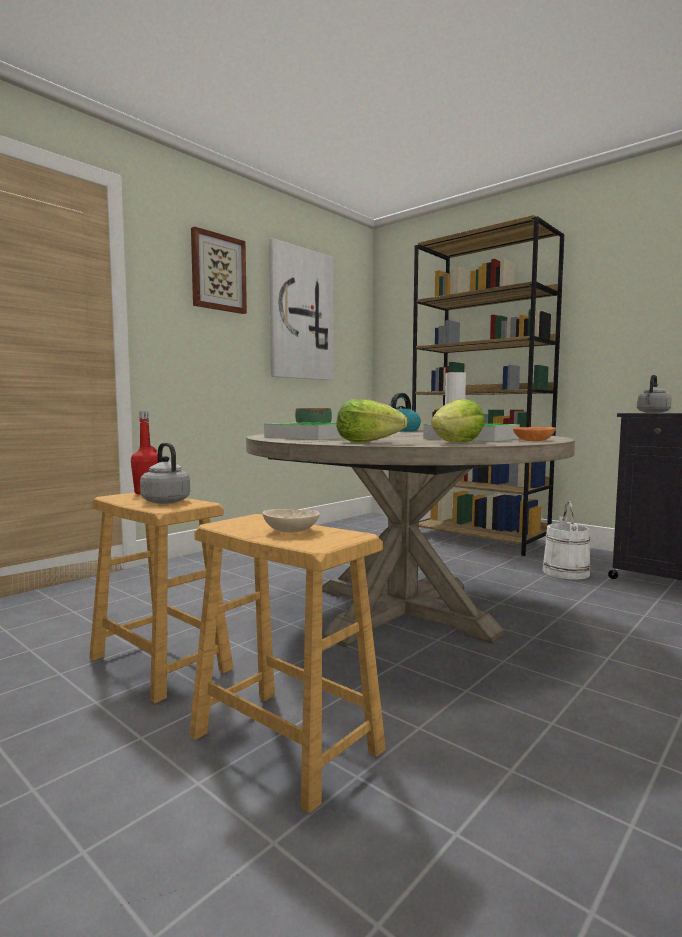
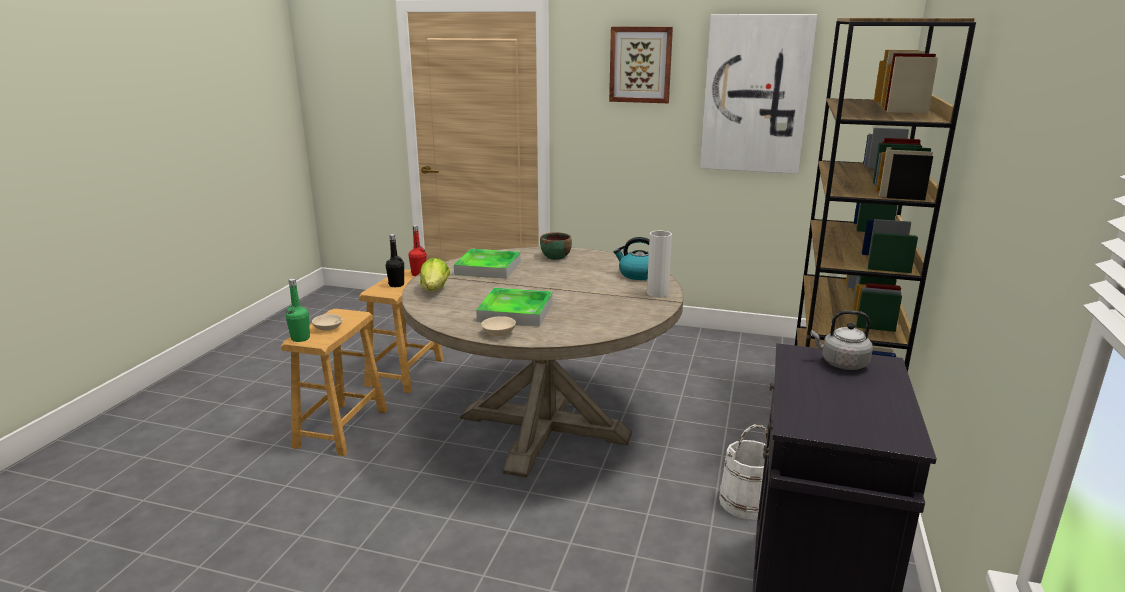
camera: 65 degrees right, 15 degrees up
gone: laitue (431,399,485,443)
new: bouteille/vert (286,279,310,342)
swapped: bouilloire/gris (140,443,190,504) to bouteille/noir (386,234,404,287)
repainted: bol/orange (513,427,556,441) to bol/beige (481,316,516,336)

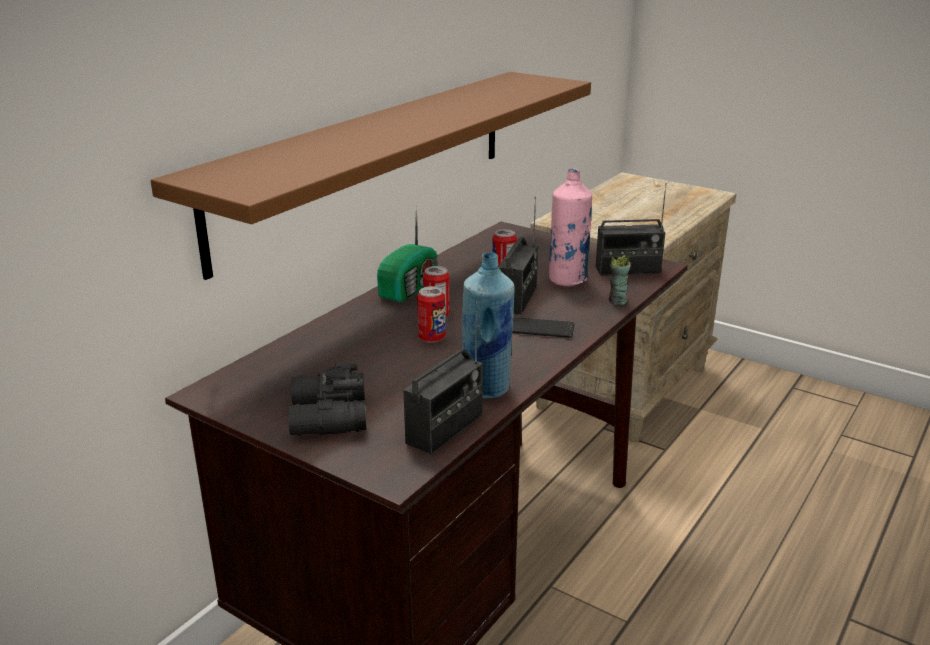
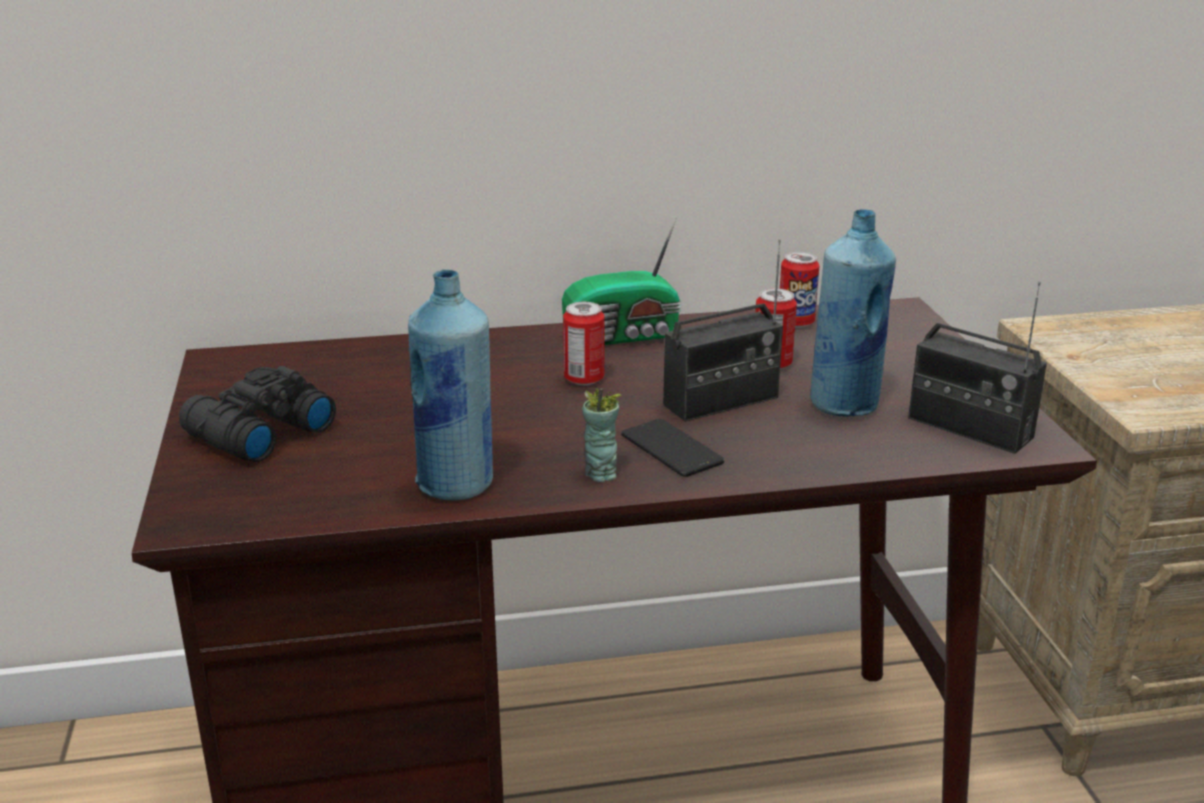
camera: 45 degrees right, 0 degrees up
gone: étagère/marron (151,72,591,280); radio (403,301,483,455)
shifted: boîte métallique (417,286,446,343) to (780,252,820,328); tasse (609,252,631,305) to (582,388,621,482)
repainted: bouteille/rose (549,168,592,287) to bouteille/bleu (810,209,896,416)

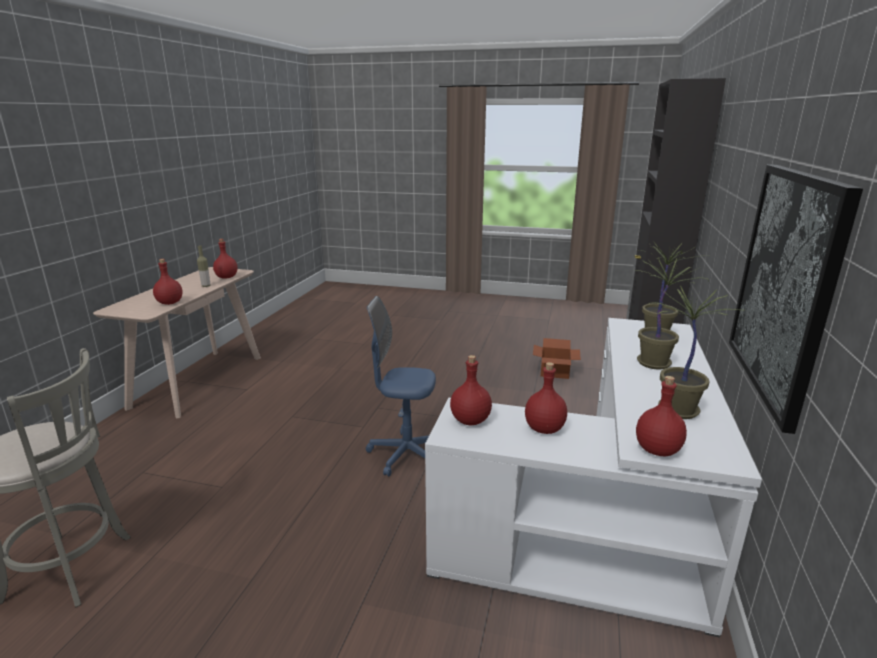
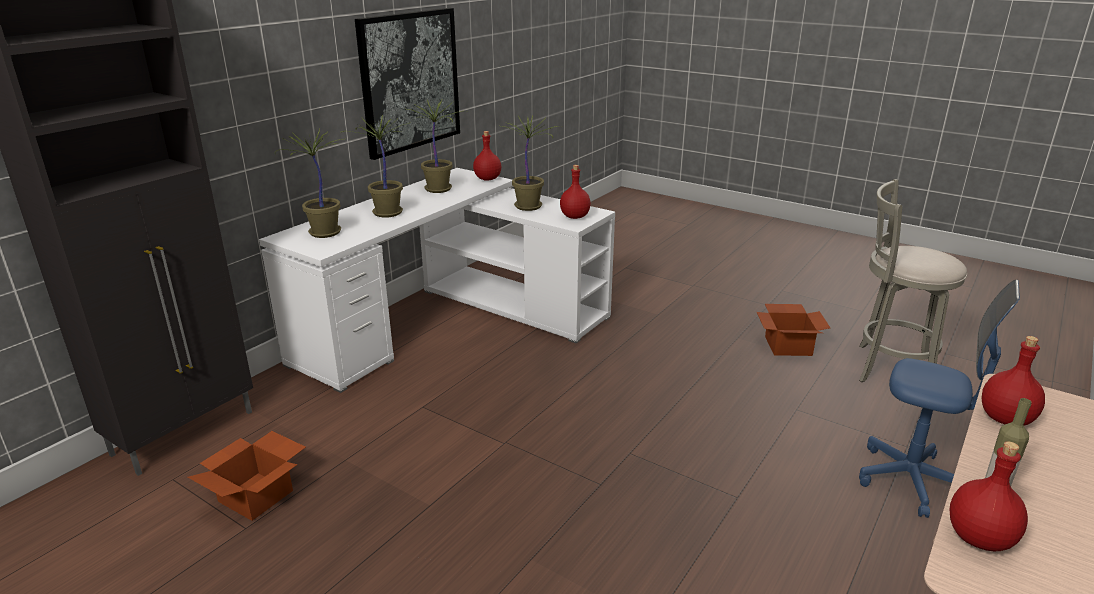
camera: 160 degrees left, 5 degrees up
new: carton (757,304,830,356)
shifted: chaise de bureau/bleu (366,296,436,476) to (859,280,1020,518)
swapped: bouteille/rouge (525,362,567,434) to plante en pot (501,115,557,211)

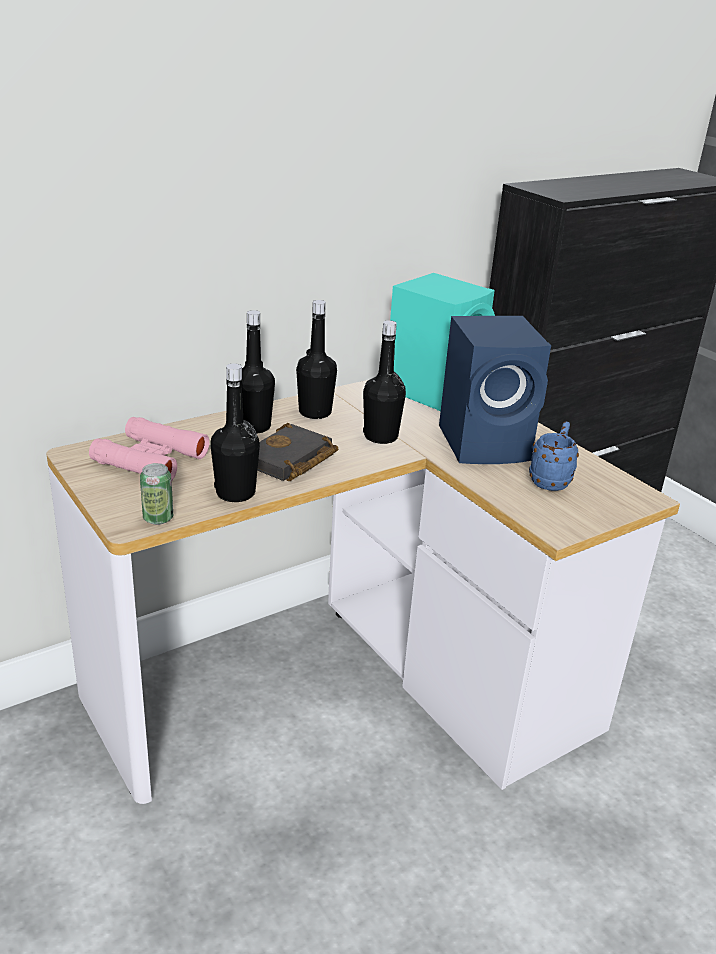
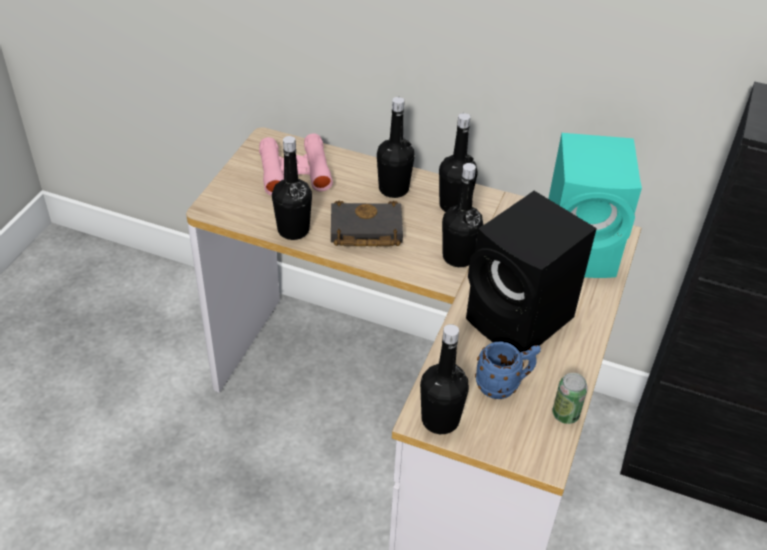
camera: 55 degrees right, 15 degrees up
new: bouteille/noir (420,324,469,434)
shifted: boîte métallique (140,463,173,525) to (552,373,588,424)
repainted: enceinte/bleu (439,316,551,464) to enceinte/noir (466,191,597,352)

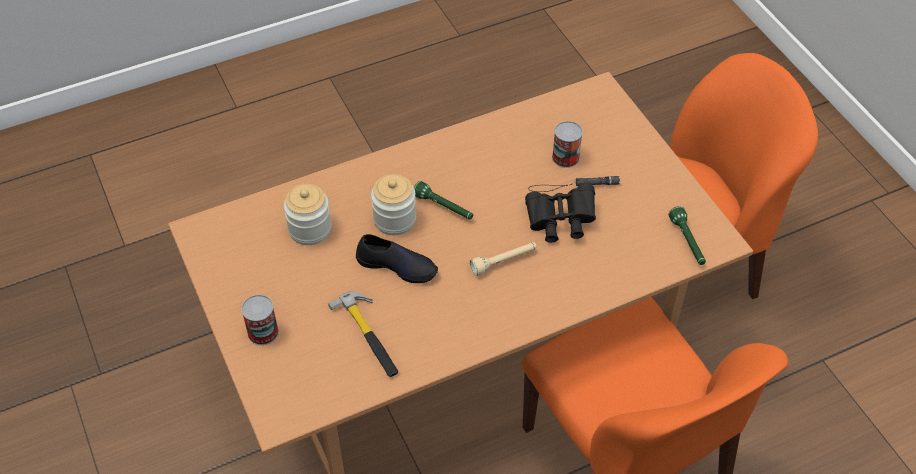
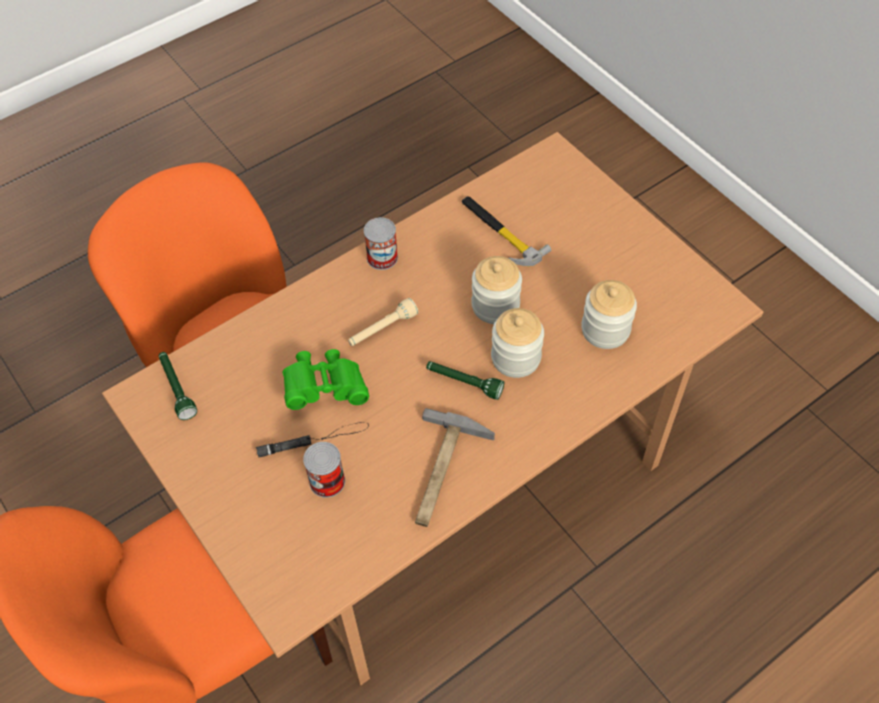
camera: 170 degrees right, 5 degrees up
new: marteau (415,408,495,527)
shifted: boîte métallique (241,295,279,345) to (364,217,398,270)
swapped: chaussure/noir (356,234,438,283) to bocal (471,256,522,324)
repainted: jumelles/noir (525,183,596,243) to jumelles/vert (283,349,369,410)

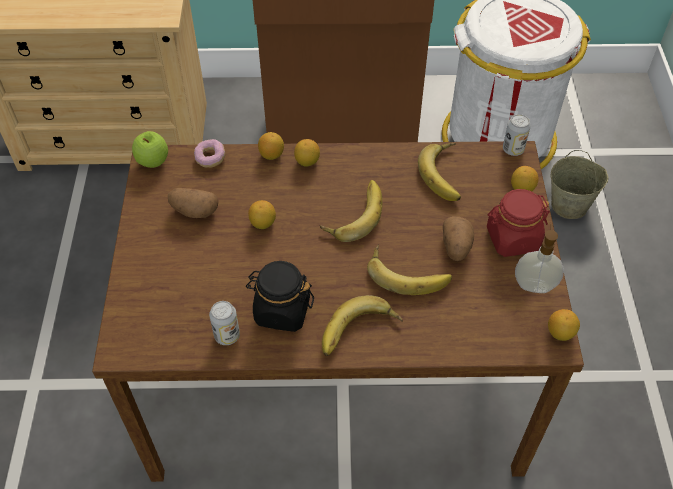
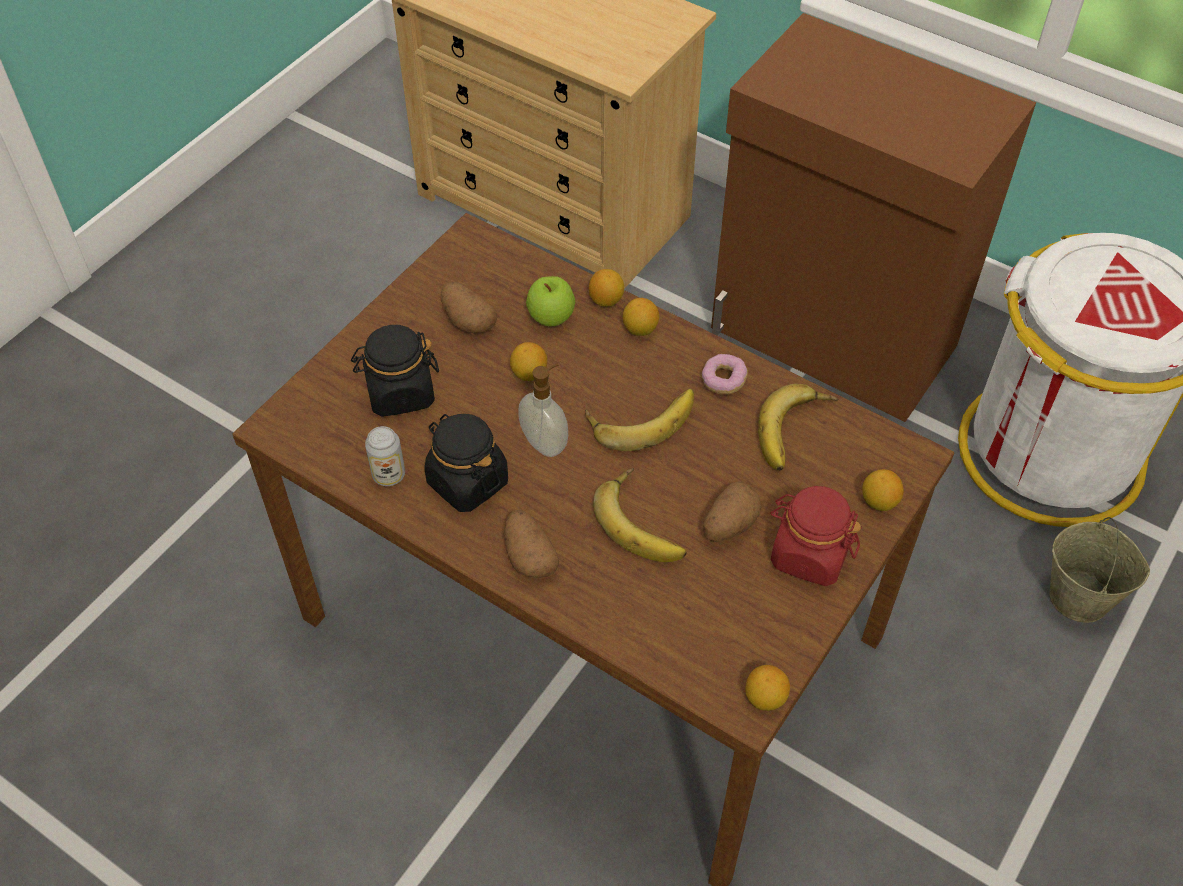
camera: 35 degrees right, 0 degrees up
gone: boîte métallique (503,114,531,156)
new: bocal/noir (351,325,439,417)
shifted: pomme (132,131,168,168) to (526,276,575,326); beignet (194,139,225,168) to (702,354,748,395); distributeur de savon (515,224,564,293) to (518,364,568,457)
swapped: banane (322,295,403,356) to pomme de terre (504,510,559,578)

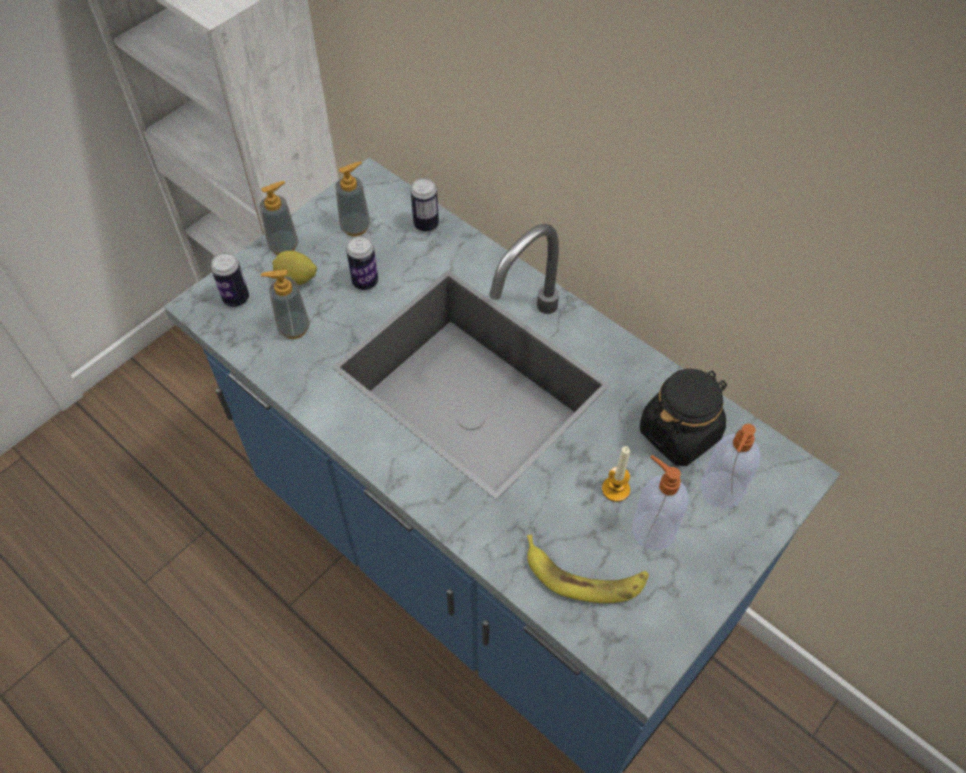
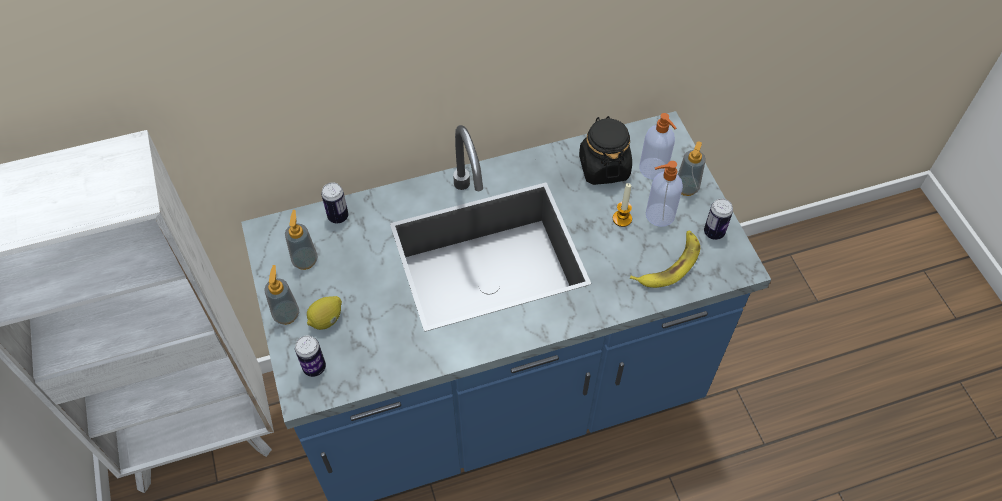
camera: 60 degrees left, 0 degrees up
shifted: distributeur de savon (261,269,310,339) to (678,142,706,196); boîte métallique (346,236,378,290) to (704,199,733,240)

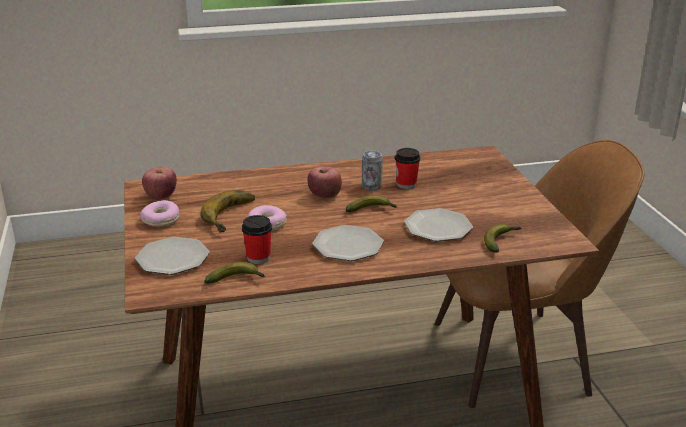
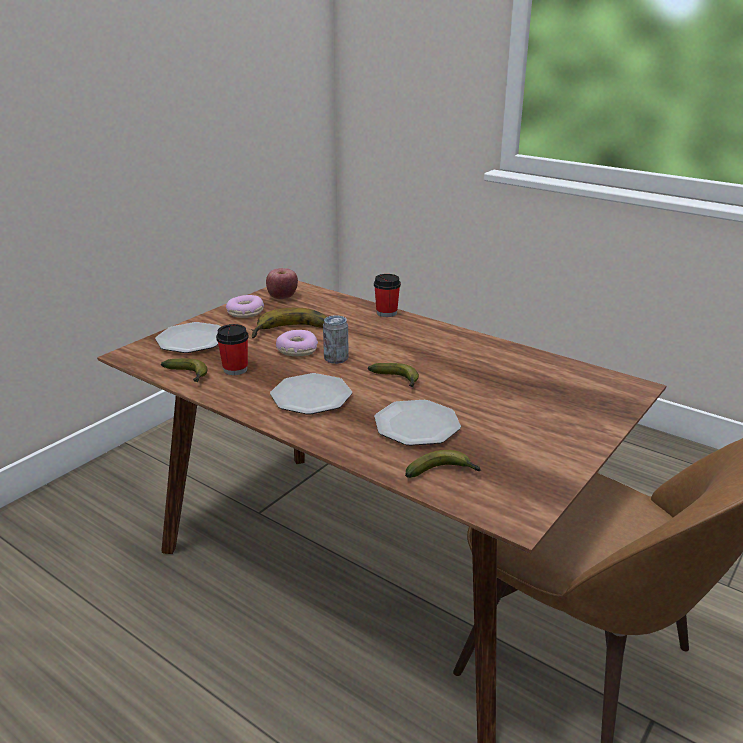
camera: 50 degrees right, 0 degrees up
gone: pomme (307,166,342,199)
shifted: boîte métallique (362,150,383,191) to (323,315,349,364); tasse (395,148,421,189) to (374,274,401,317)

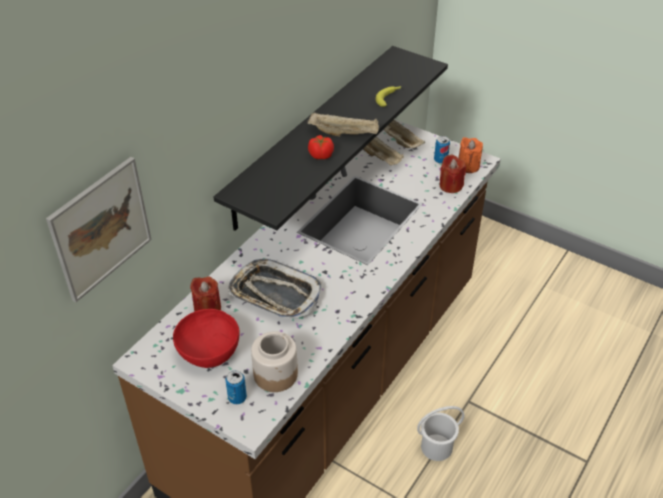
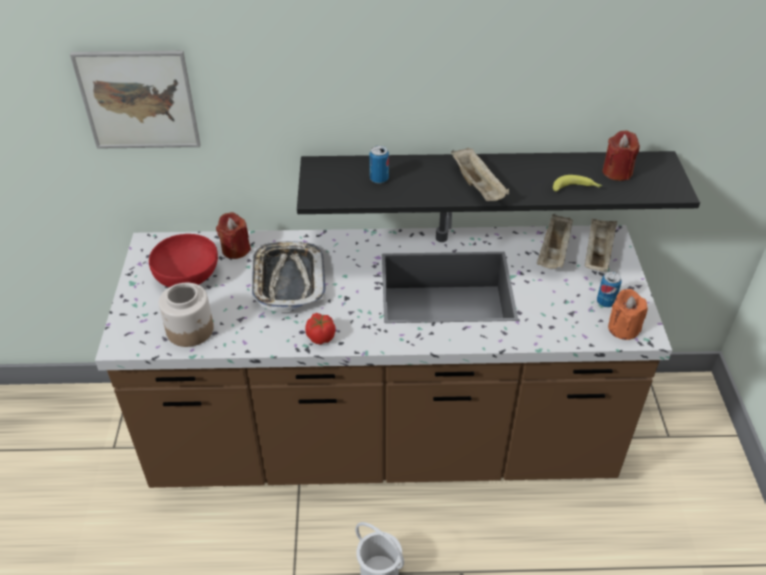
camera: 55 degrees right, 0 degrees up
shifted: boîte métallique (225,370,247,404) to (370,146,389,184); tomate (308,135,334,159) to (305,313,336,345); bougie/rouge (439,154,466,193) to (602,131,640,181)

